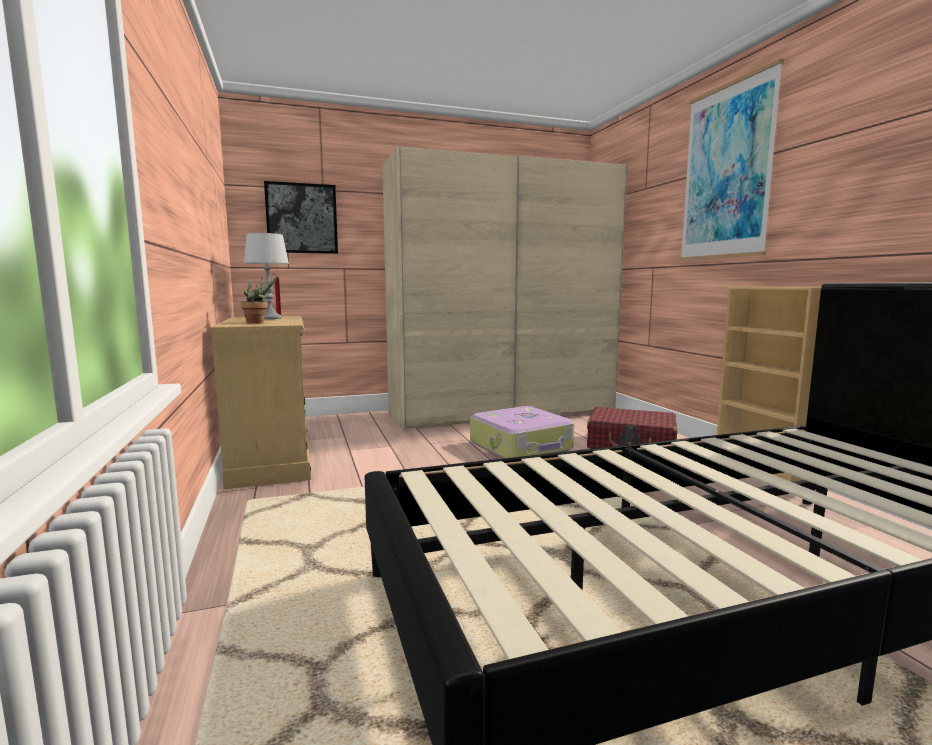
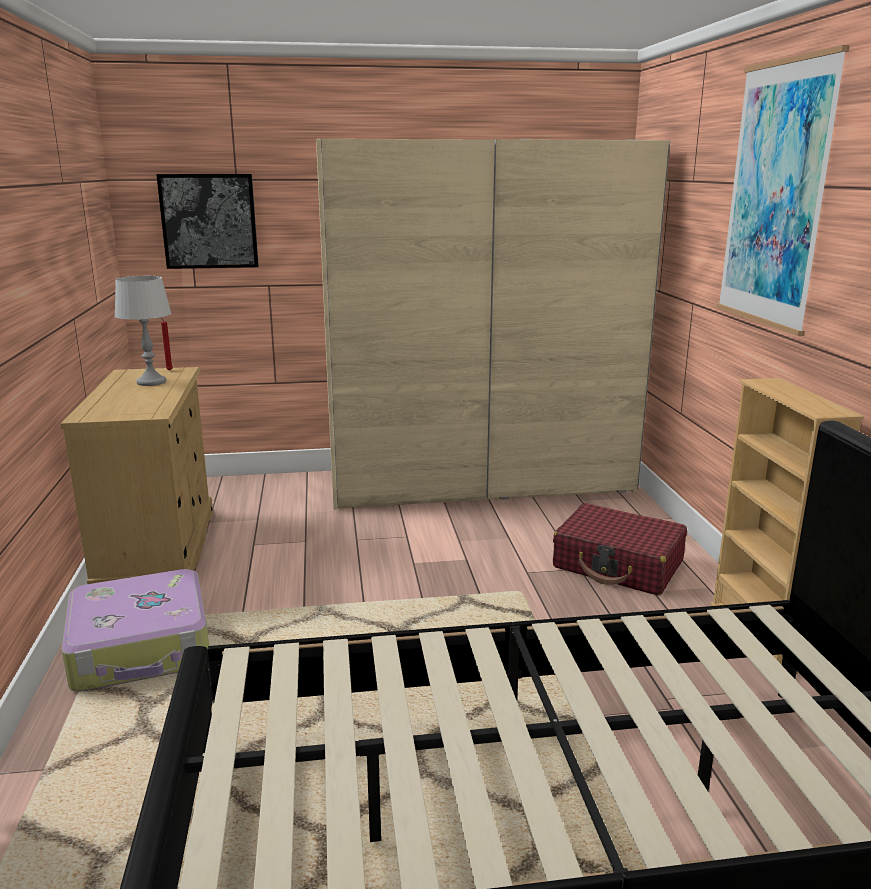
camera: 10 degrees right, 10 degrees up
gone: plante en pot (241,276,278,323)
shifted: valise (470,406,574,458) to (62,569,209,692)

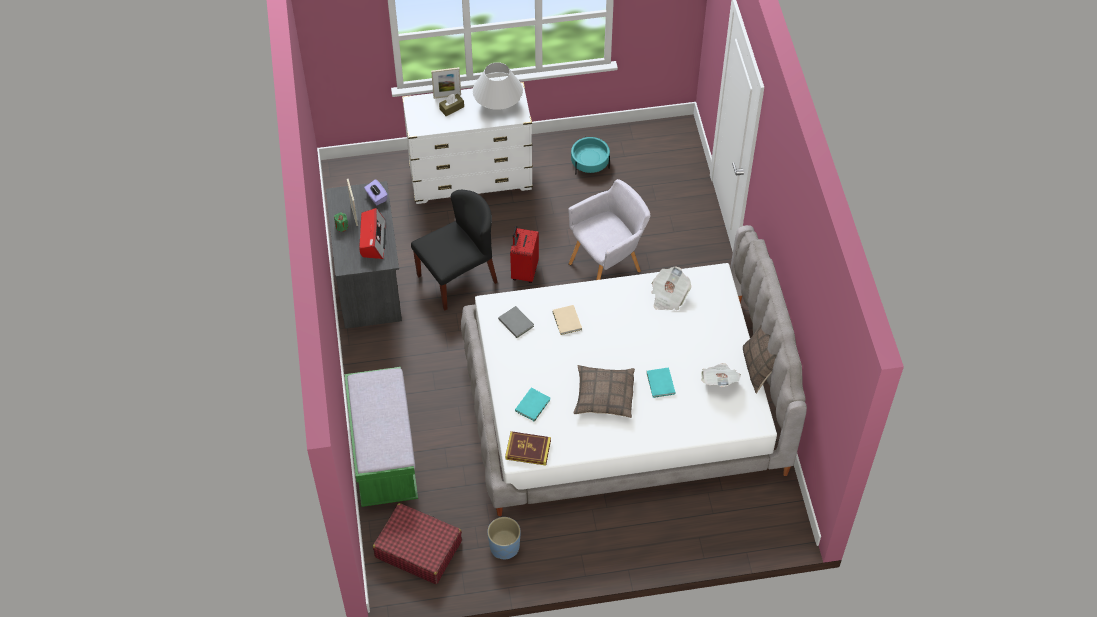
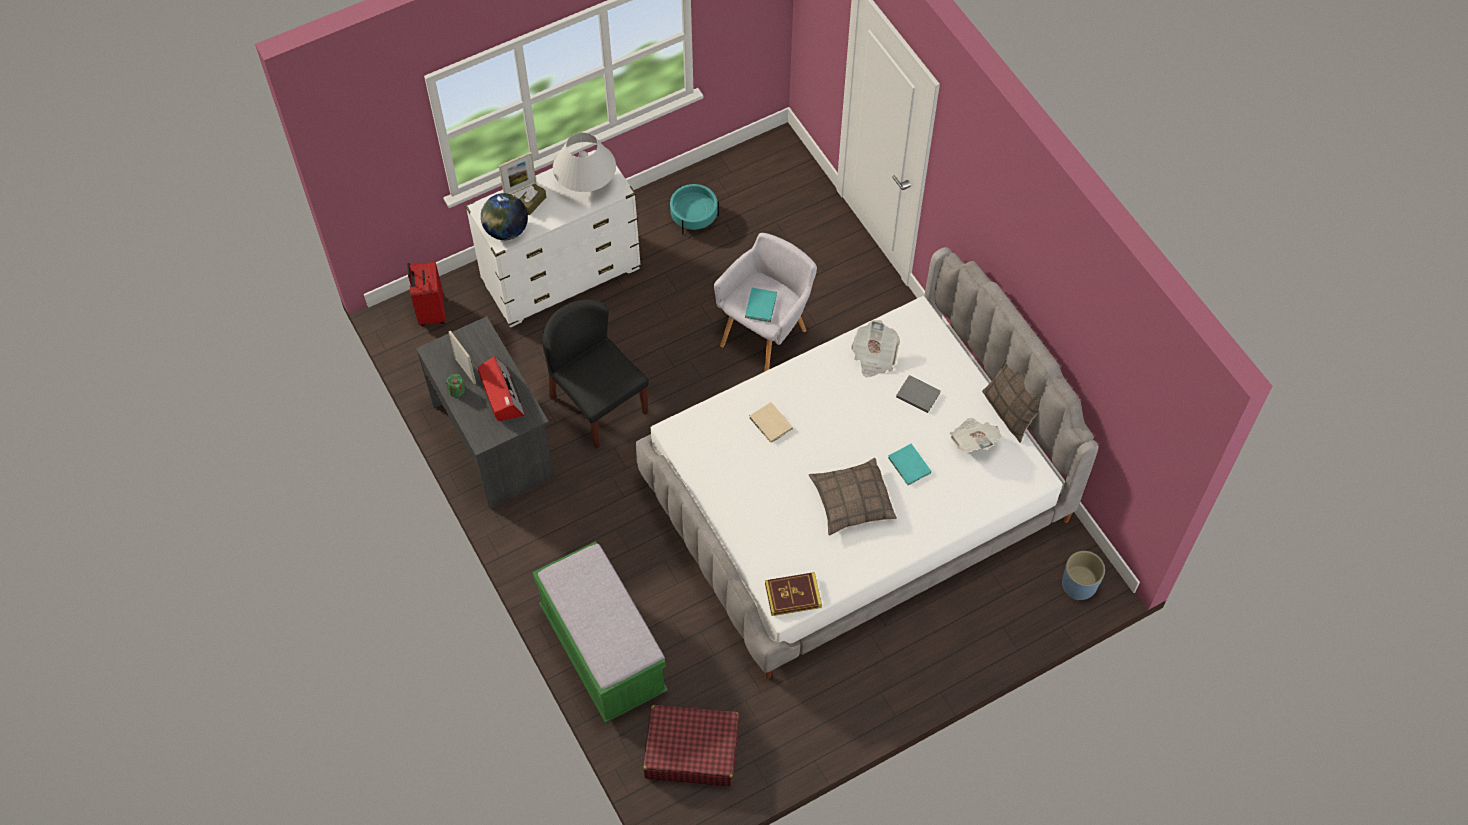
camera: 20 degrees left, 5 degrees up
gone: boîte à mouchoirs/violet (364,179,388,206)
new: globe (481,193,528,240)
shifted: cache-pot/bleu (487,517,521,559) to (1062,551,1105,600); livre/gris (498,306,534,338) to (896,375,941,413); valise/rouge (510,226,539,283) to (407,262,445,326); livre/turquoise (515,388,551,422) to (745,288,777,322)
rotated: chaise/noir (411,190,498,310) = (542,300,649,449) 75 degrees counterclockwise

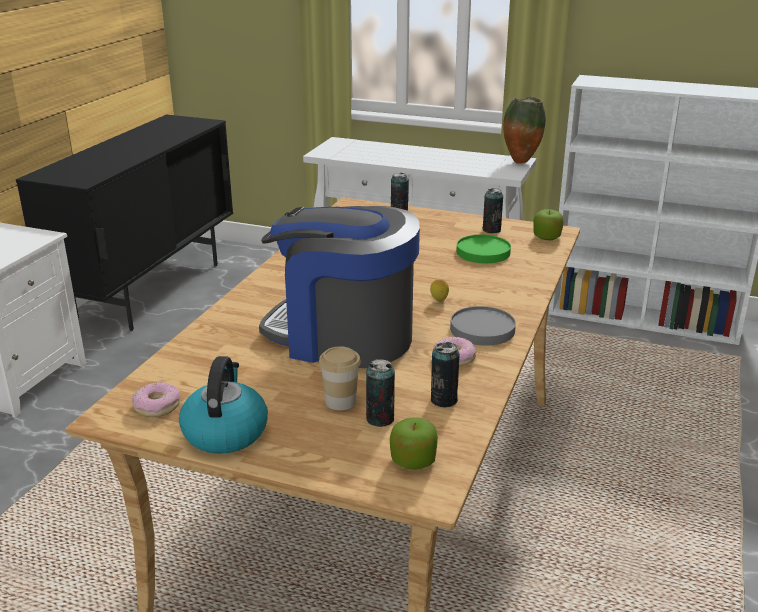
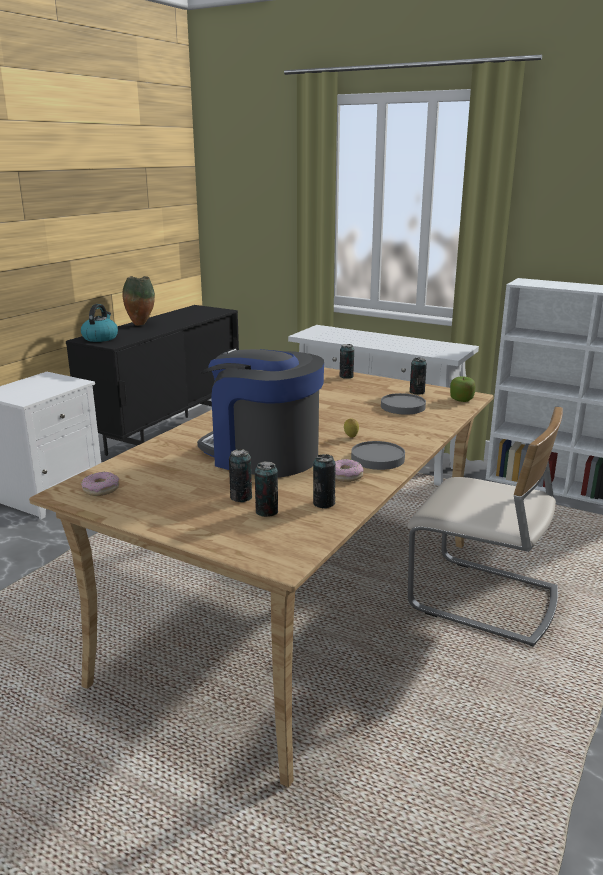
camera: 10 degrees right, 5 degrees down
gone: pomme (390,417,438,470)
new: chaise/beige (407,407,563,647)
shifted: bouilloire (179,356,268,454) to (81,304,118,342); vase (503,96,546,164) to (122,276,155,326)
swapped: tasse (319,346,361,410) to boîte métallique (229,449,252,502)
repainted: assiette/vert (456,235,511,263) to assiette/gris (381,393,426,415)

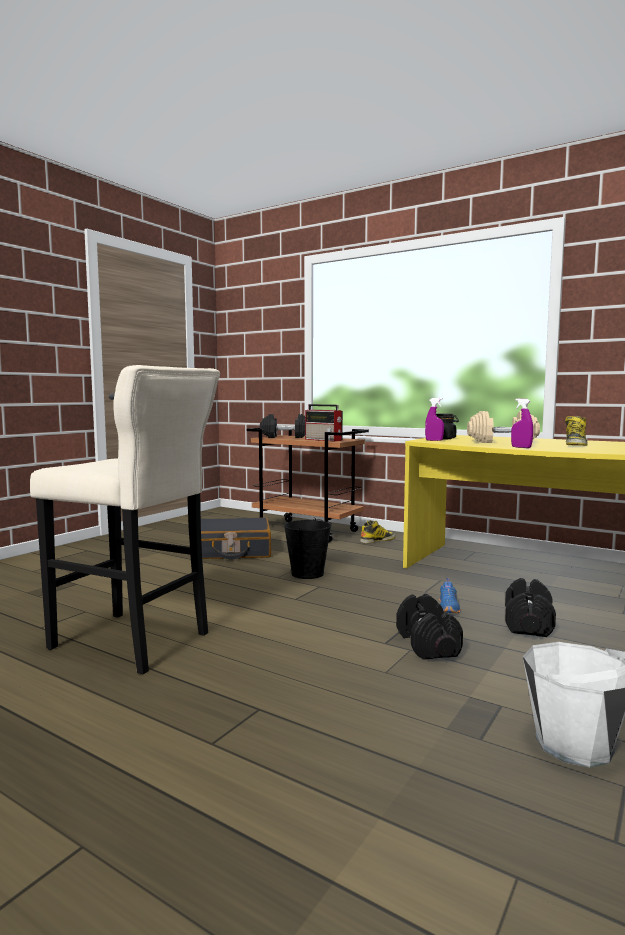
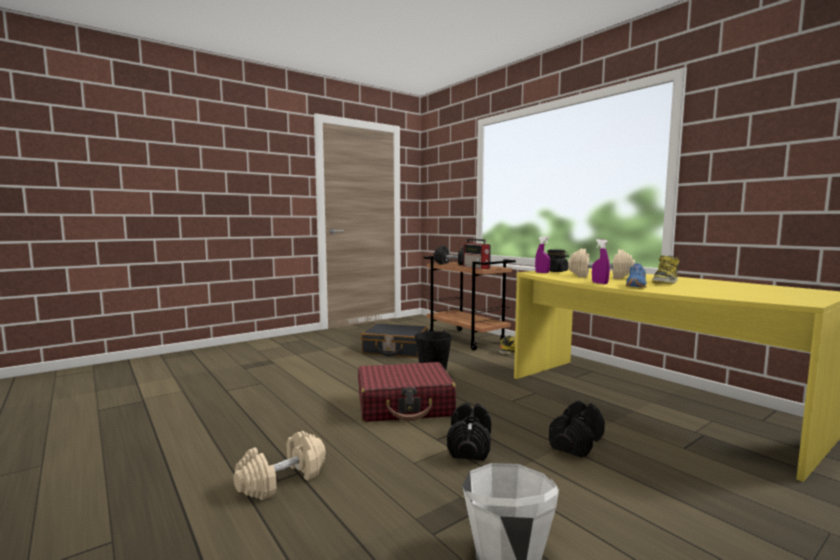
camera: 20 degrees right, 0 degrees up
gone: tabouret/beige (30,365,220,674)
new: haltère/beige (233,431,326,501); valise/rouge (358,362,456,422)
shifted: chaussure/bleu (439,578,460,613) to (626,263,647,288)

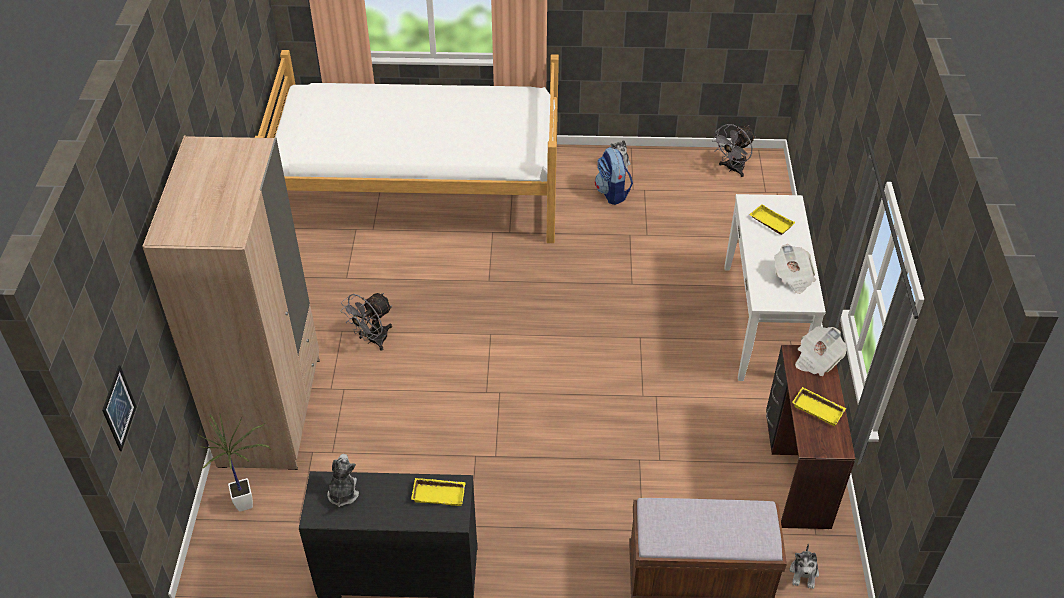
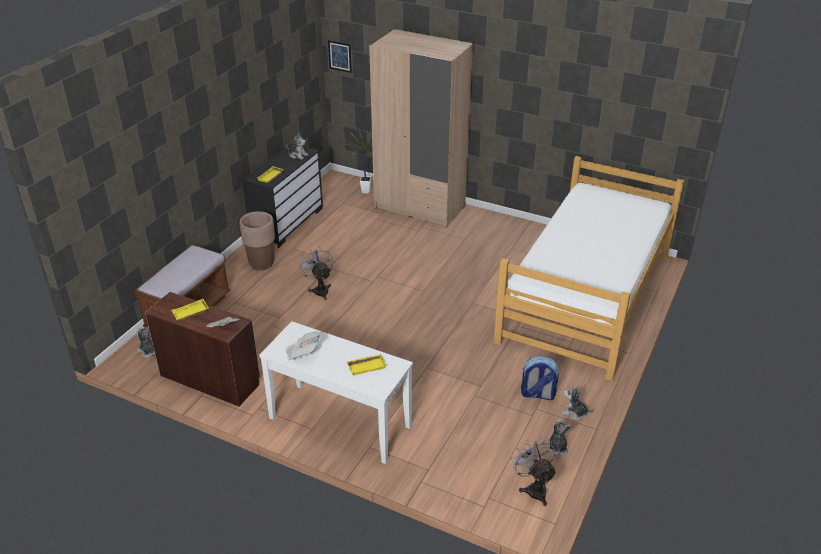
camera: 115 degrees right, 10 degrees down
new: cache-pot/marron (239,211,275,270); peluche (547,419,571,455)
shifted: ventilateur/gris (341,293,392,350) to (299,247,334,300)

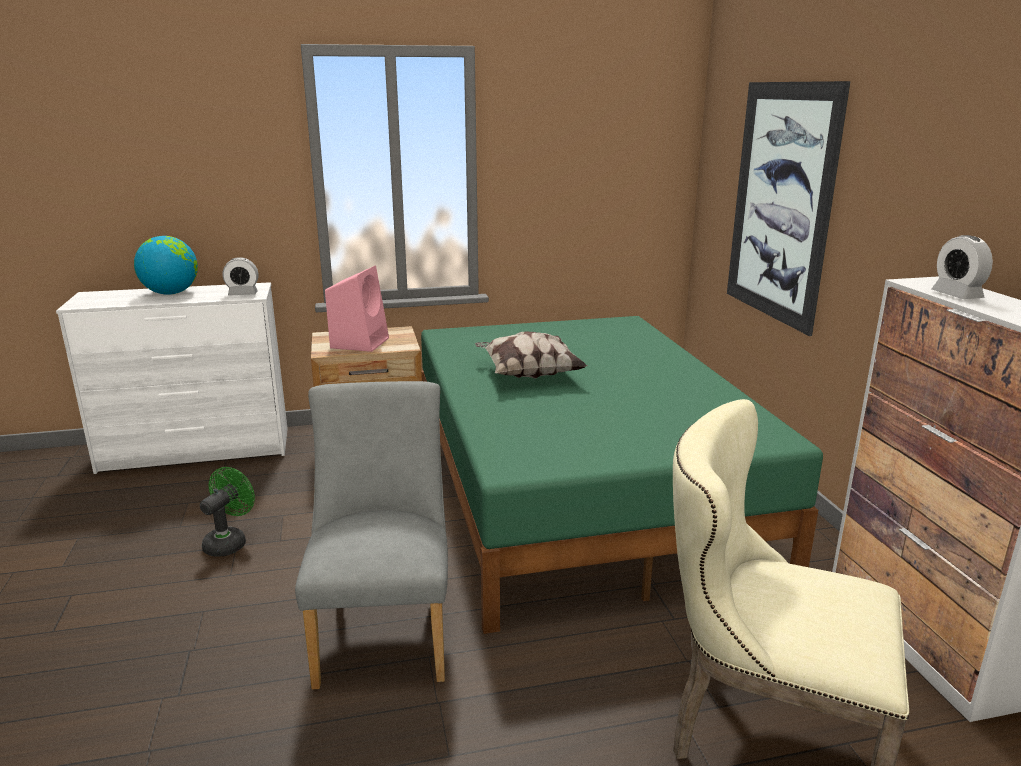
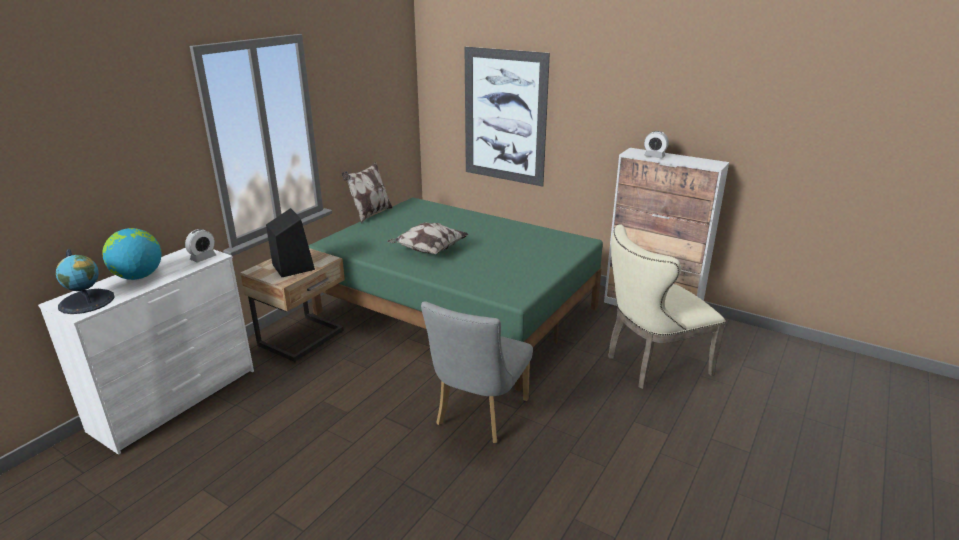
camera: 45 degrees left, 5 degrees up
gone: ventilateur/vert (200,467,255,557)
new: globe (56,249,115,314); coussin (342,162,393,223)
repainted: enceinte/rose (325,266,389,352) to enceinte/noir (266,208,315,277)
rotated: chaise/gris (295,381,448,689) = (421,301,533,443) 105 degrees counterclockwise

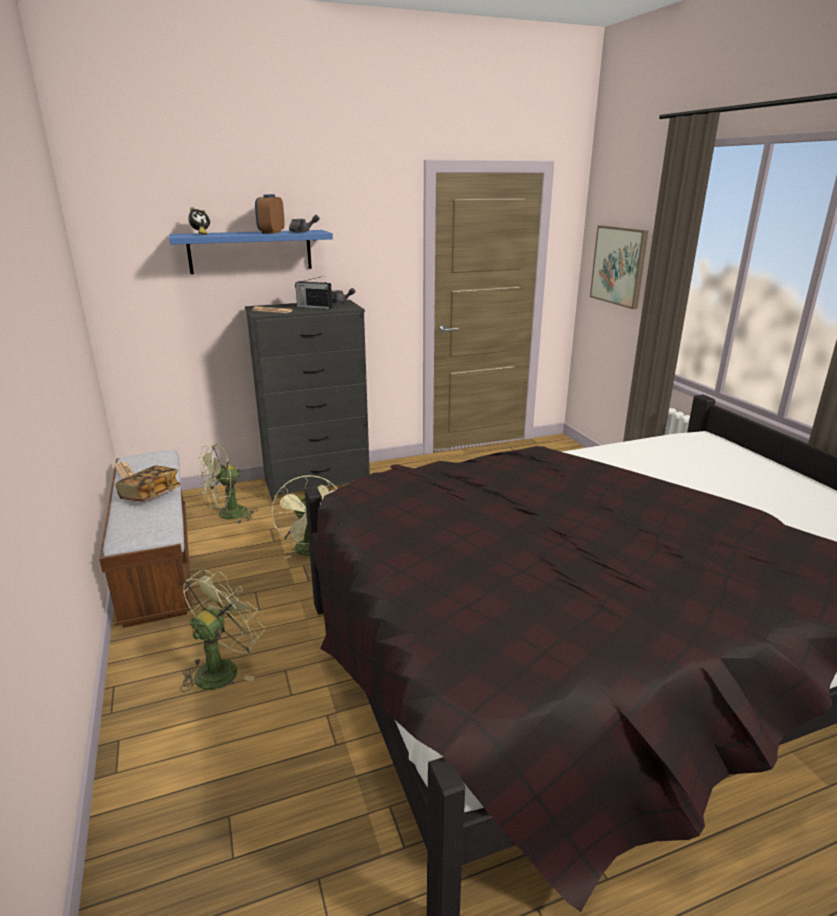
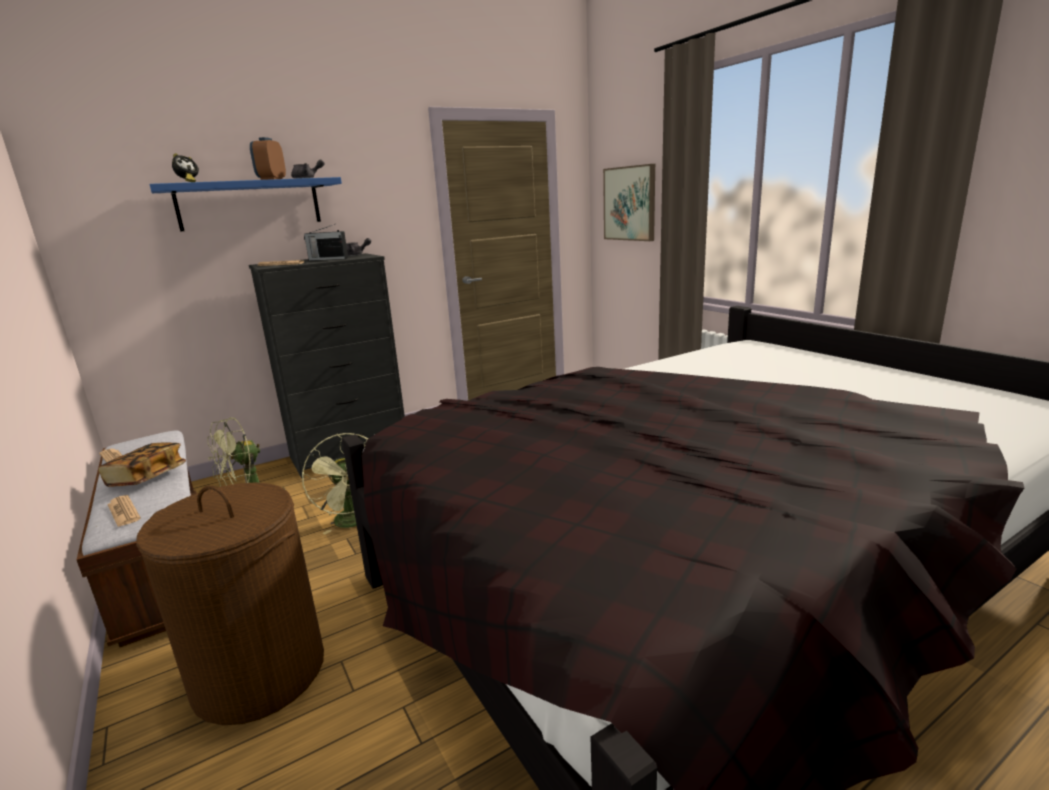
camera: 10 degrees left, 5 degrees down
new: journal (107,495,141,527)
swapped: ventilateur/vert (180,570,265,692) to panier à linge/marron (136,482,324,725)

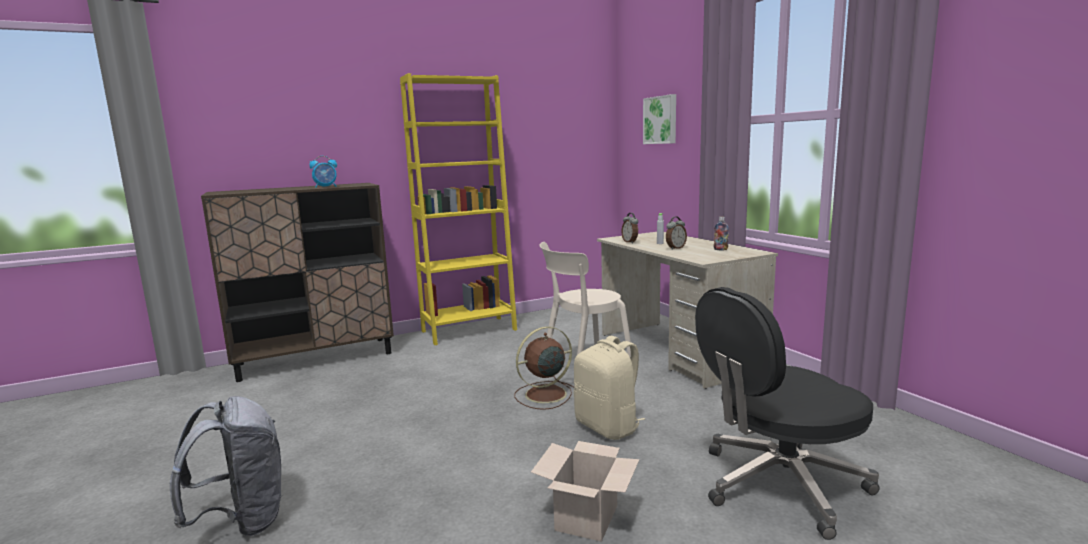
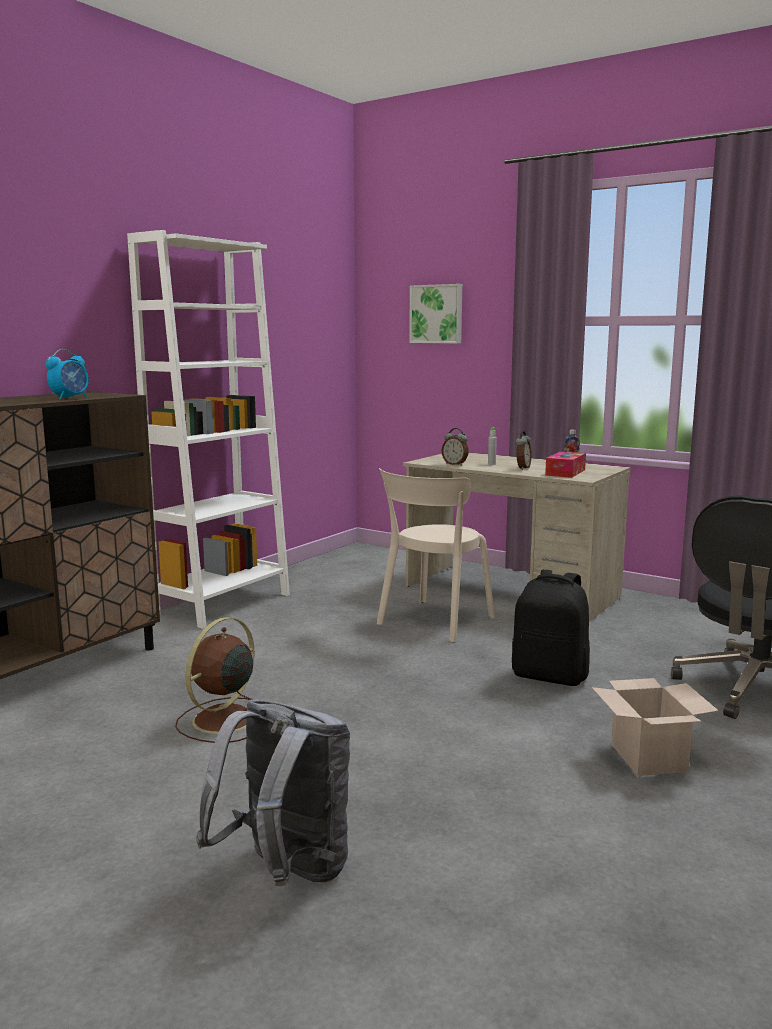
camera: 30 degrees left, 0 degrees up
new: boîte à mouchoirs (545,451,586,478)
shifted: ventilateur/marron (514,327,574,410) to (175,617,254,743)
repainted: bibliothèque/jaune (400,73,517,345) to bibliothèque/blanc (127,230,290,629); sac à dos/beige (574,336,645,440) to sac à dos/noir (512,570,590,686)

